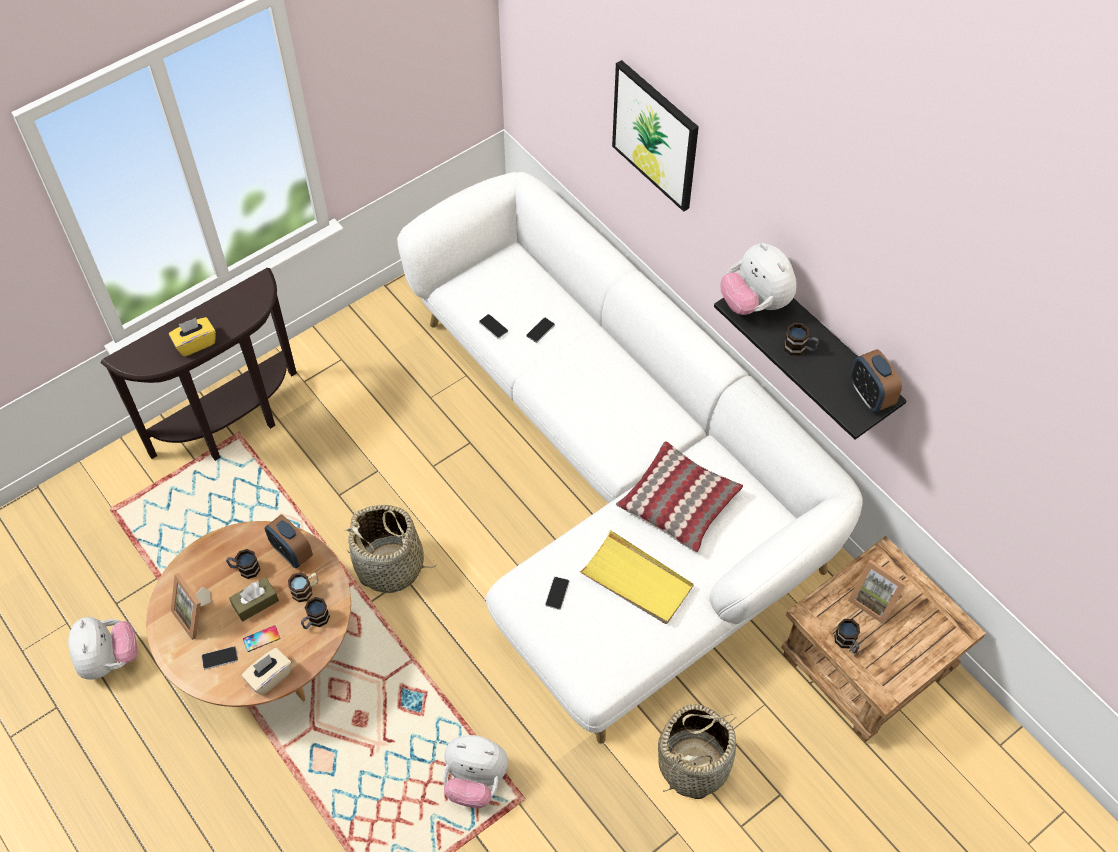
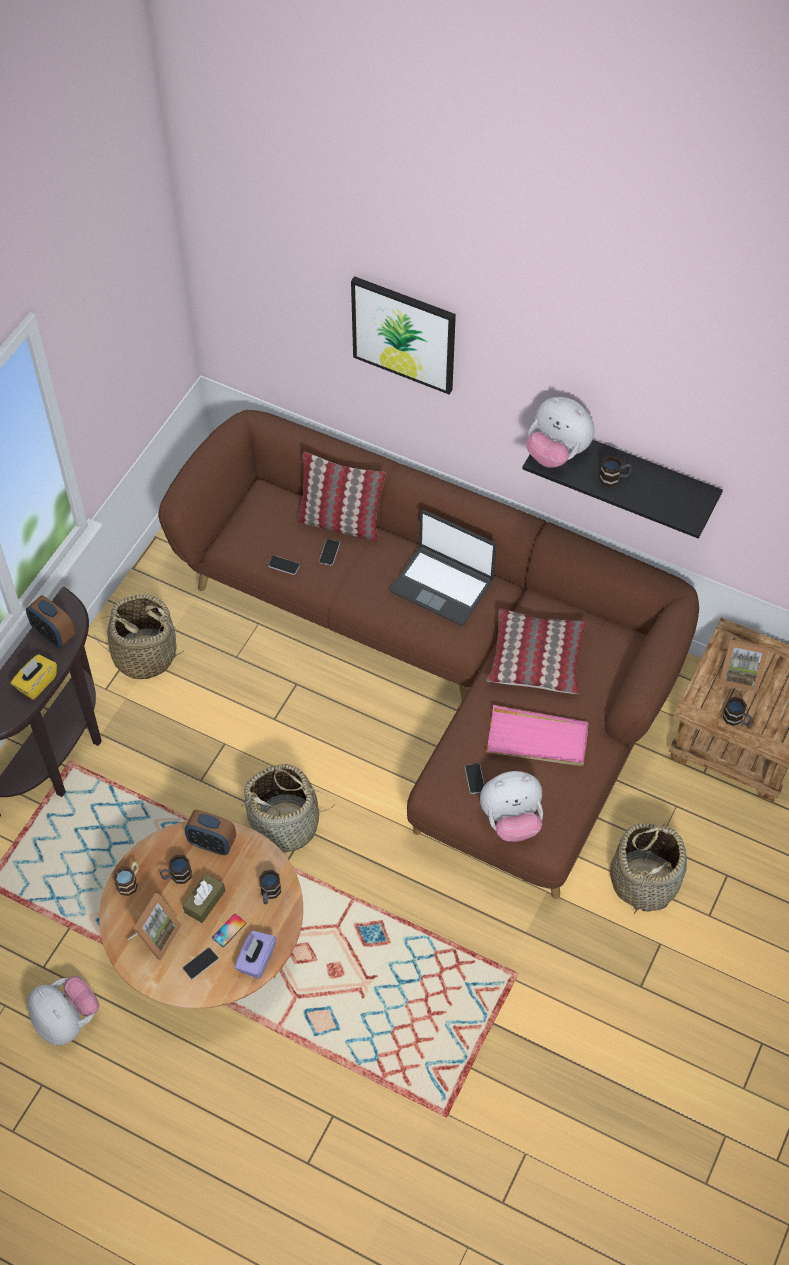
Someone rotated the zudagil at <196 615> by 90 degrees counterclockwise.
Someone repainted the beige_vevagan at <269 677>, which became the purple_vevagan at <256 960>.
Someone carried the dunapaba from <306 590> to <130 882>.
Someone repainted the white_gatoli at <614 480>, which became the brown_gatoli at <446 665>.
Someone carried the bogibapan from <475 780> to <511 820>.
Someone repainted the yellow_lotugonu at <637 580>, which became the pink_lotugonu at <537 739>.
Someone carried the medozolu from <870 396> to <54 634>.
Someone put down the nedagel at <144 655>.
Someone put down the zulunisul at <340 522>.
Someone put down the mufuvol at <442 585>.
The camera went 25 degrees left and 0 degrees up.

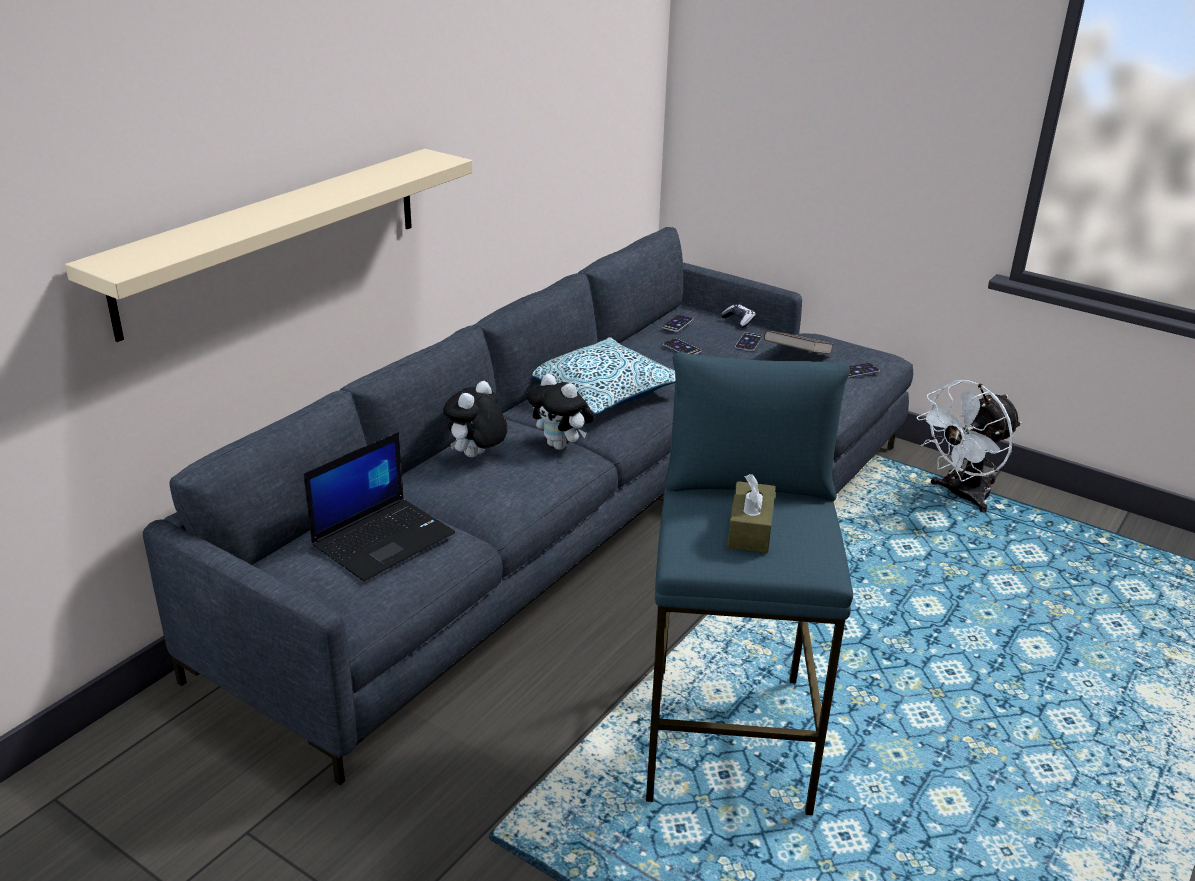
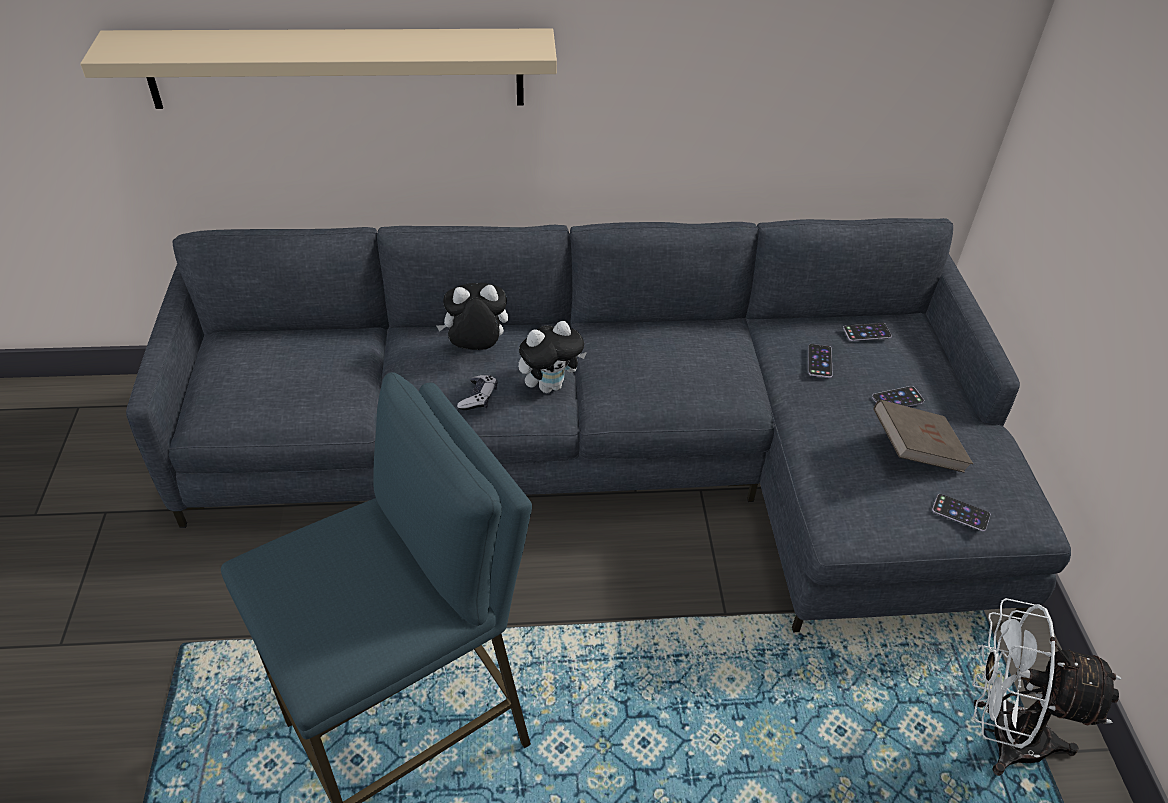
Someone took away the mufuvol at <384 538>.
Someone rotated the bogibapan at <561 446> by 120 degrees counterclockwise.
Someone took away the zulunisul at <603 391>.
Someone carried the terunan from <738 321> to <478 398>.
Someone took away the brown_vevagan at <750 530>.
The camera went 50 degrees right and 15 degrees up.

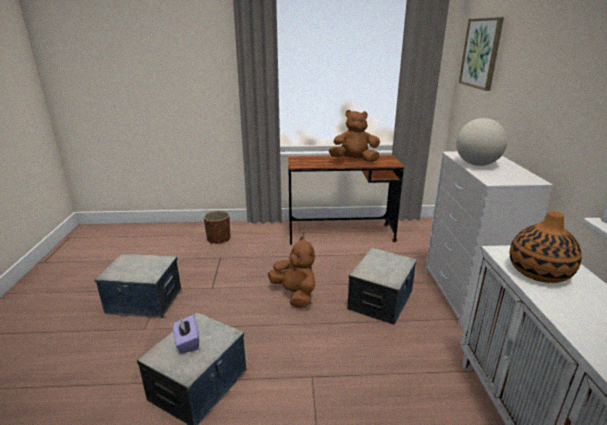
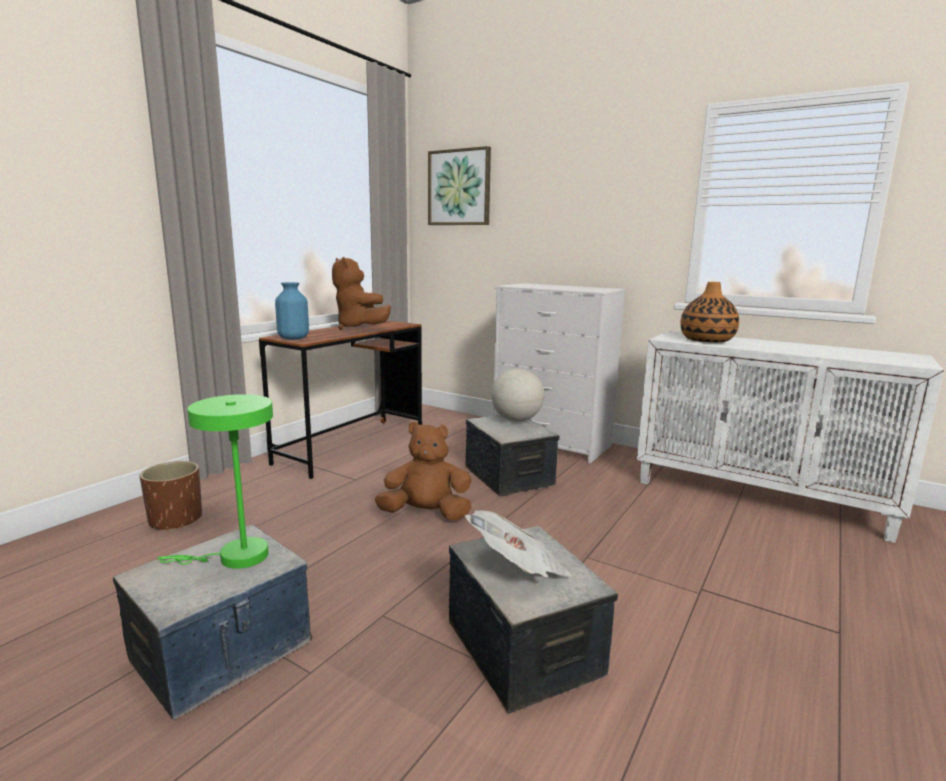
Someone swapped the purple_vevagan at <187 342> for the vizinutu at <518 569>.
Someone rotated the brown_bogibapan at <354 160> by 75 degrees counterclockwise.
Someone carried the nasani from <477 164> to <516 420>.
Someone put down the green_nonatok at <235 557>.
Someone put down the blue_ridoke at <293 338>.
The camera went 55 degrees left and 10 degrees down.

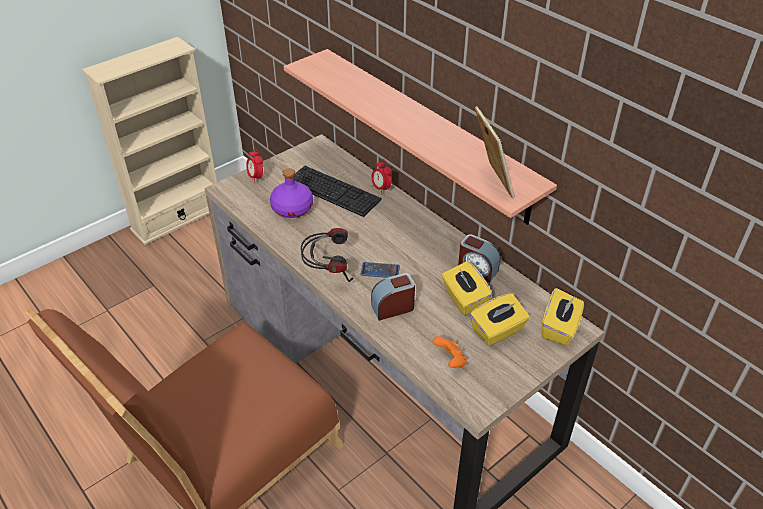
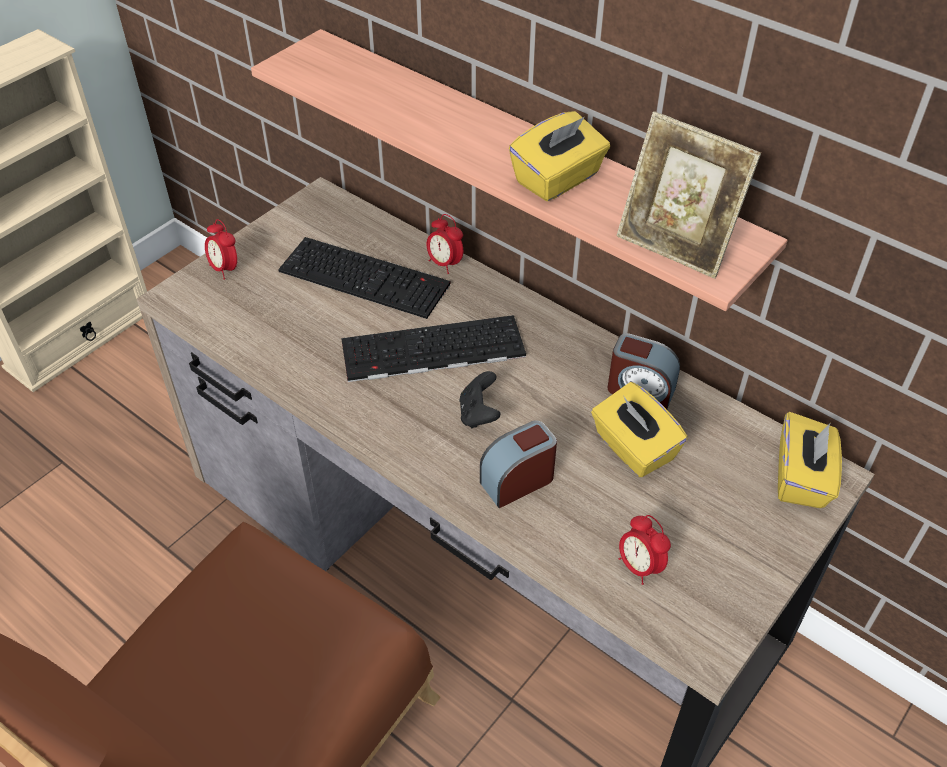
Someone took away the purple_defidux at <293 208>.
Someone took away the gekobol at <328 272>.
Someone swapped the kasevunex at <380 270> for the black_terunan at <479 414>.
Someone swapped the orange_terunan at <450 361> for the medozolu at <639 566>.
Someone carried the yellow_vevagan from <497 331> to <558 179>.
Someone rotated the zudagil at <491 181> by 150 degrees clockwise.
Someone put down the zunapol at <431 351>.
The camera went 10 degrees left and 5 degrees up.

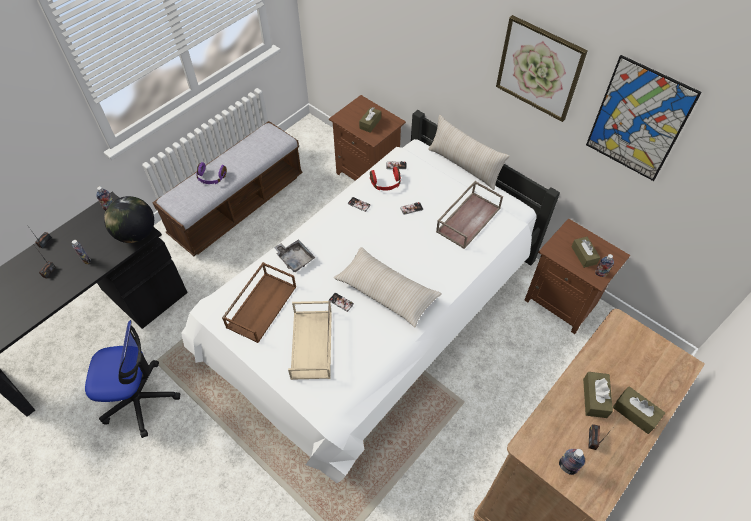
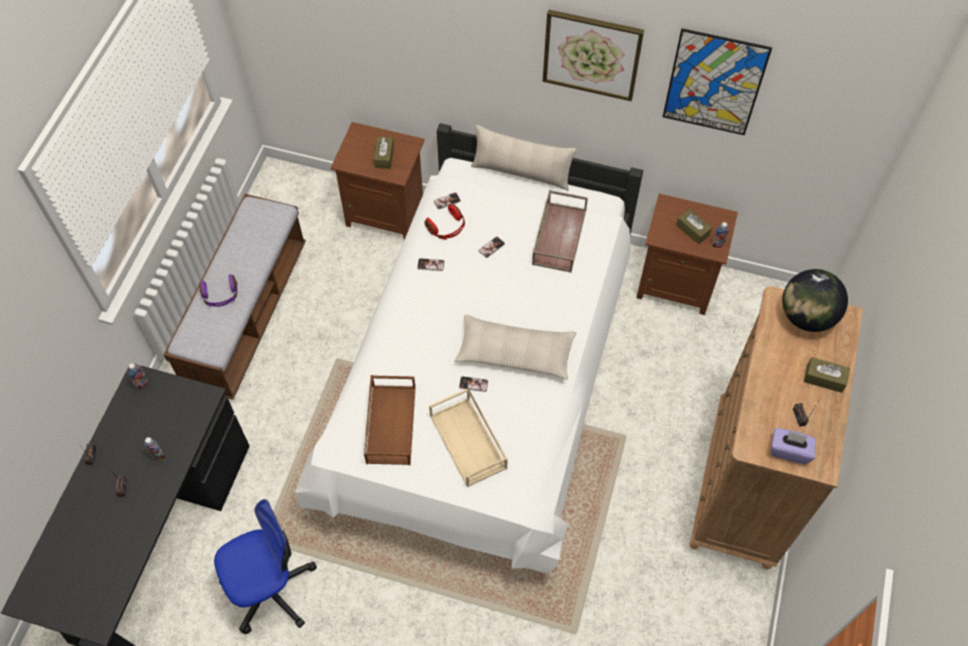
Someone carried the nasani from <136 234> to <806 316>.
Someone took away the grey_lotugonu at <295 258>.
Someone swapped the defidux at <567 467> for the purple_vevagan at <789 451>.
Someone took away the brown_vevagan at <595 398>.
The camera went 25 degrees left and 5 degrees up.

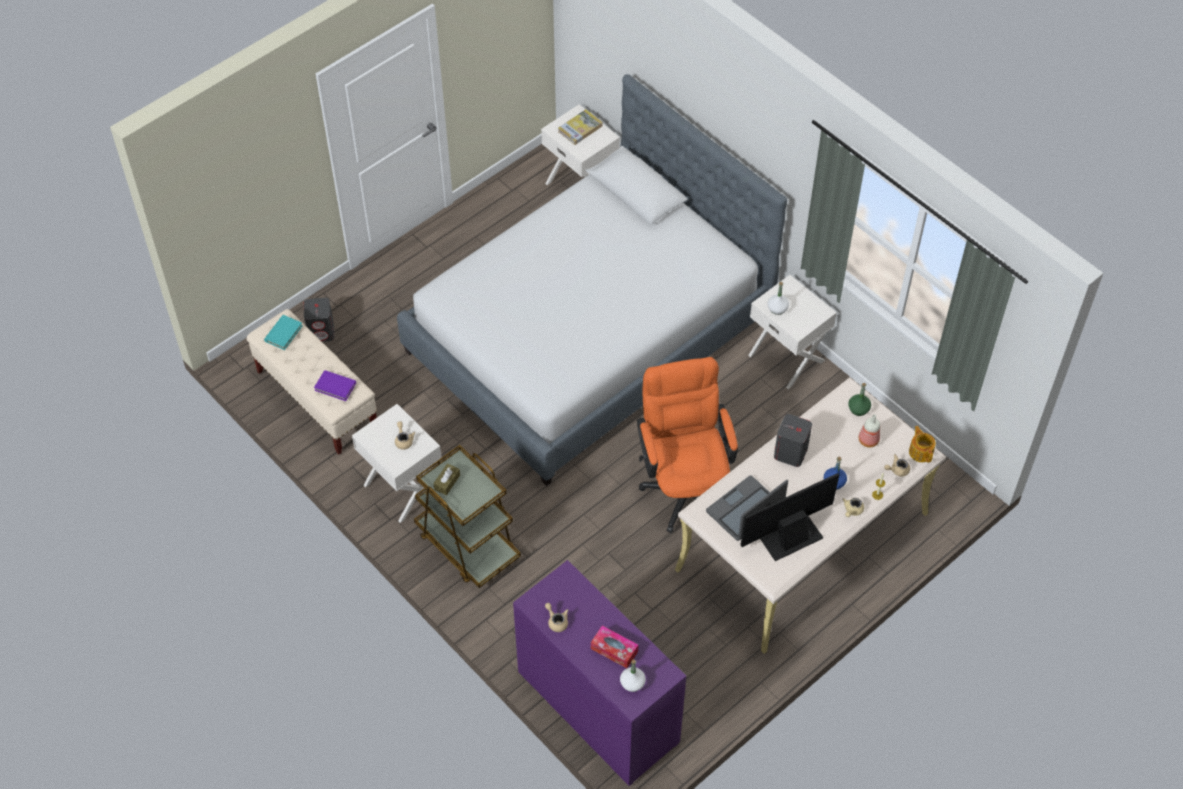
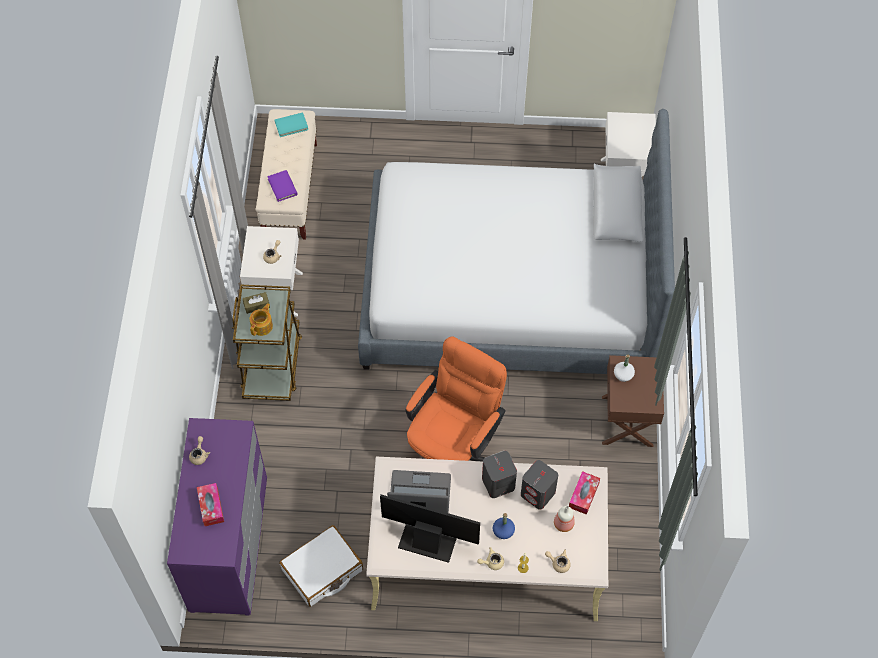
Someone carried the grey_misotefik from <321 332> to <538 493>.
Someone took away the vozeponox at <580 128>.
Someone took away the white_defidux at <632 683>.
Someone repainted the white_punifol at <787 357>, which became the brown_punifol at <628 421>.
Someone swapped the green_defidux at <858 409> for the vevagan at <583 495>.
Someone carried the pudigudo from <921 451> to <262 326>.
Someone put down the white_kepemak at <322 570>.
The camera went 45 degrees right and 5 degrees up.

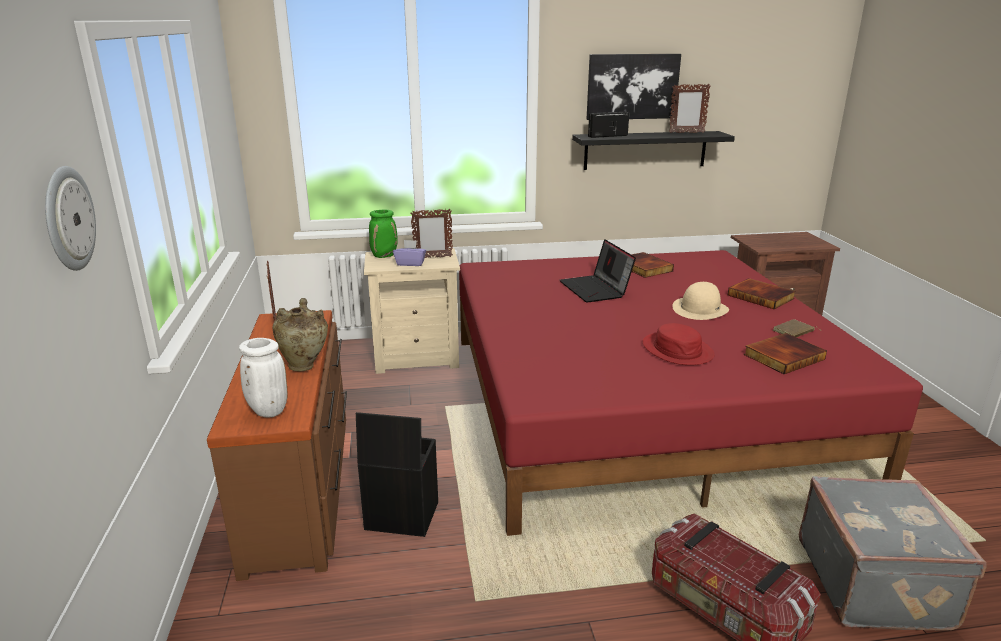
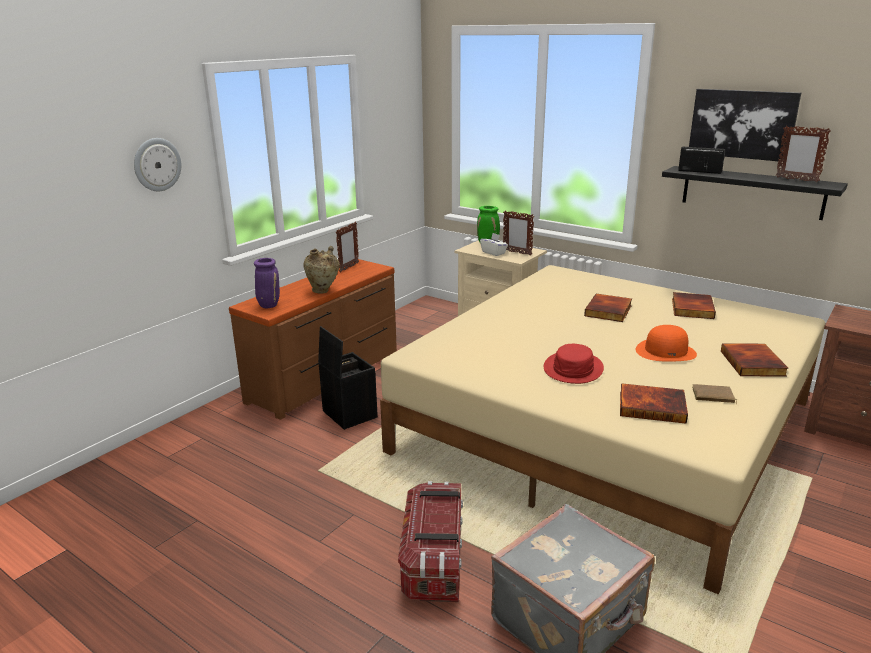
Someone repainted the white_ridoke at <267 411>, which became the purple_ridoke at <269 305>.
Someone repainted the purple_vevagan at <410 263>, which became the white_vevagan at <493 253>.
Someone repainted the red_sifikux at <638 405>, which became the beige_sifikux at <606 427>.
Someone swapped the mufuvol at <596 289> for the vozeponox at <609 311>.
Someone repainted the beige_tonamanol at <700 309>, which became the orange_tonamanol at <666 351>.
The camera went 45 degrees right and 0 degrees up.

